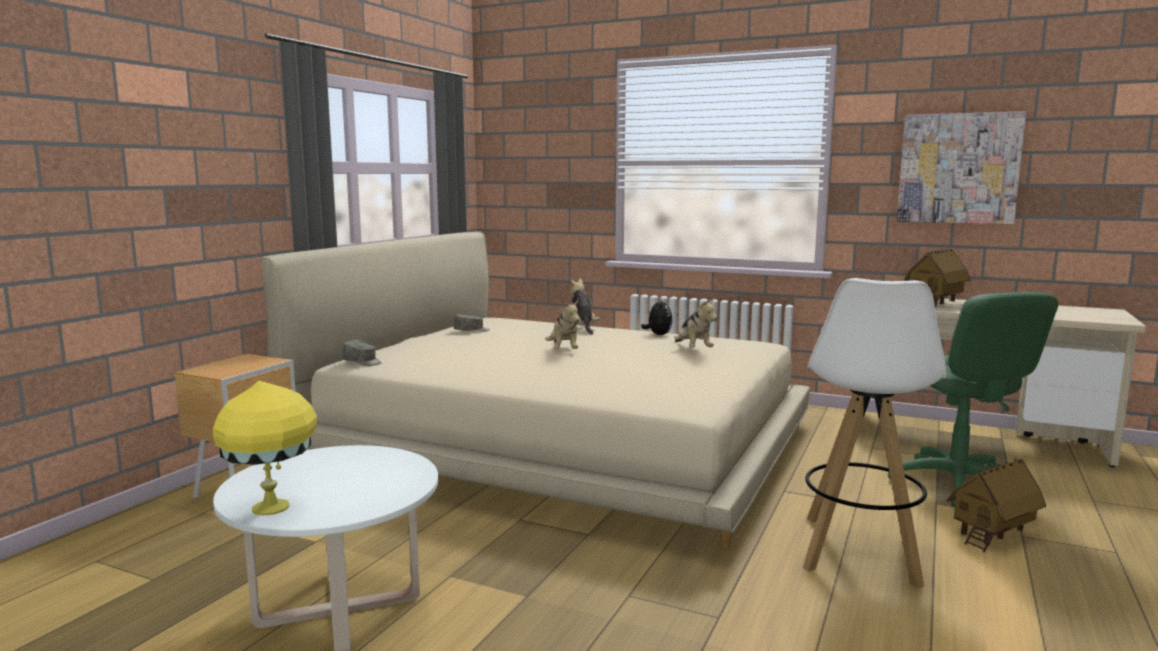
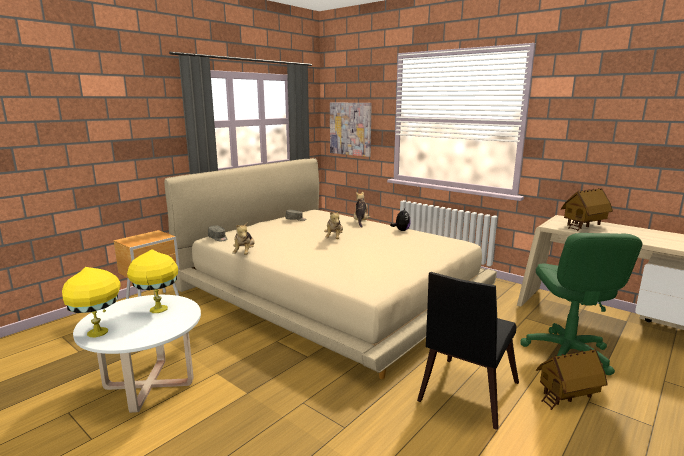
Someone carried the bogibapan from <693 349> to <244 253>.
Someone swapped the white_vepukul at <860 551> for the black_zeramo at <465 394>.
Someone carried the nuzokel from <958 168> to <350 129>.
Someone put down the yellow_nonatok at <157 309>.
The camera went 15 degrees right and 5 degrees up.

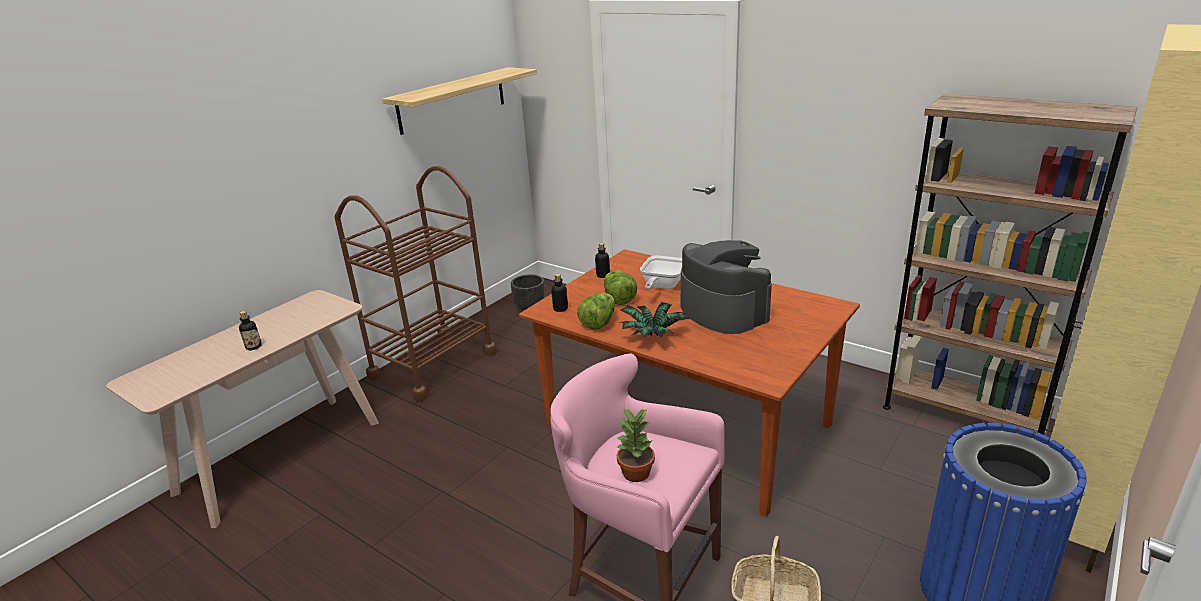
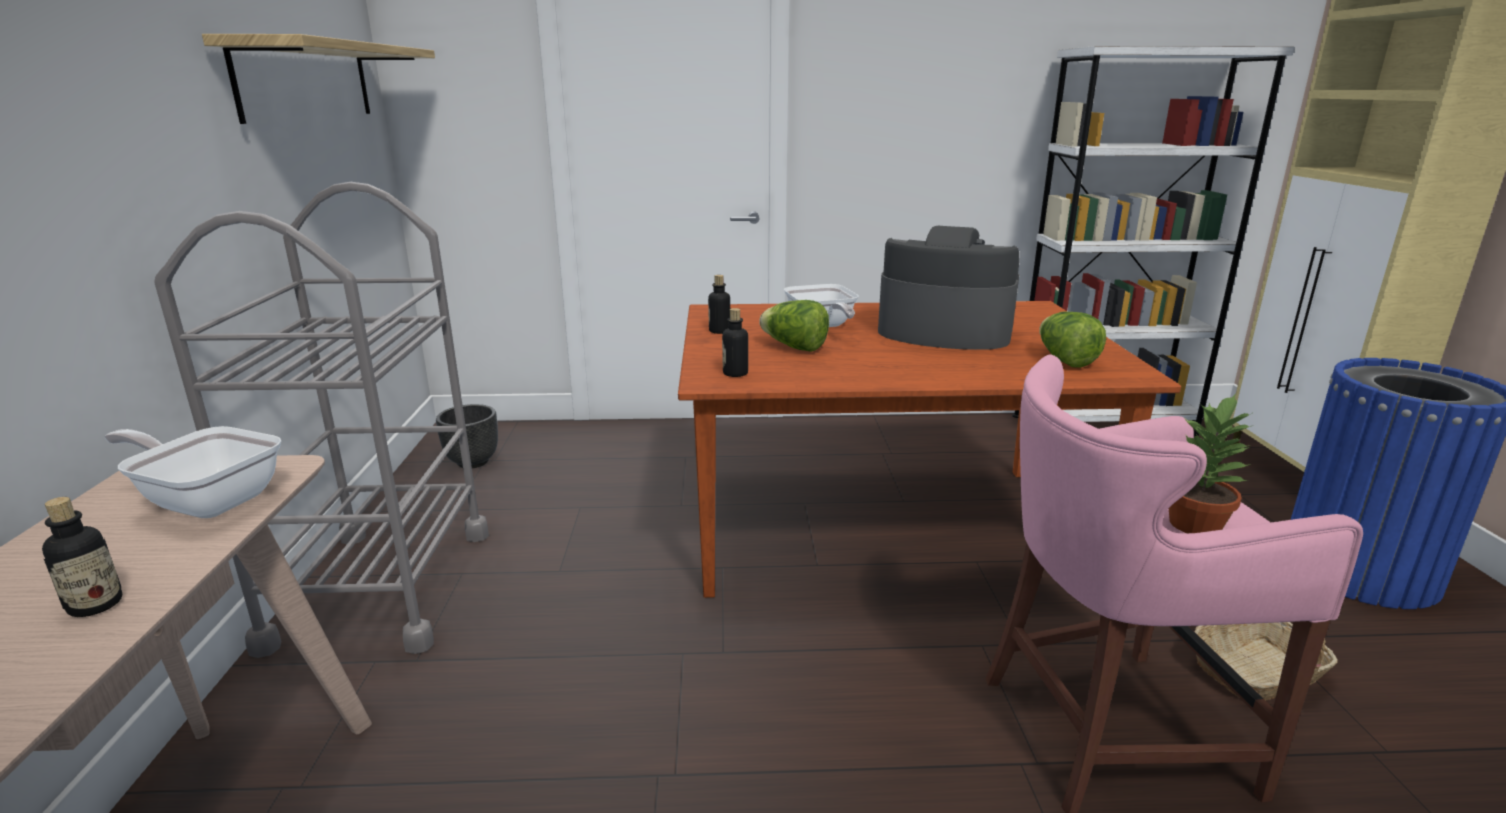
Someone repainted the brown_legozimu at <433 365>, which became the grey_legozimu at <382 587>.
Someone carried the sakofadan from <599 323> to <1065 360>.
Someone took away the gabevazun at <652 336>.
Someone repainted the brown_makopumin at <963 414>, which became the white_makopumin at <1102 427>.
Someone put down the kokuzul at <207 499>.
The camera went 40 degrees left and 5 degrees down.

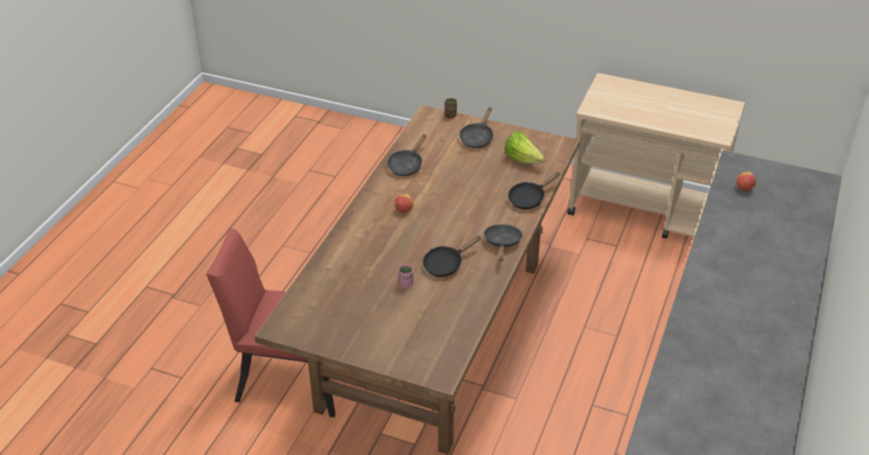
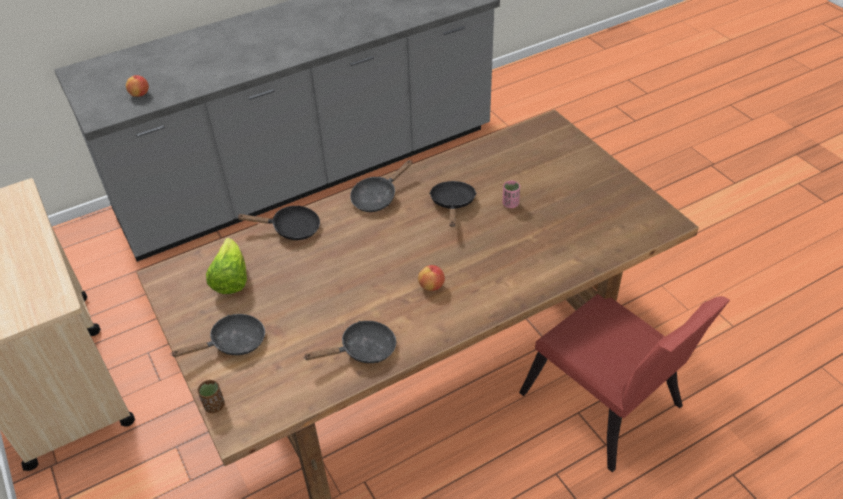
Someone rotated the black_kokuzul at <446 264> by 90 degrees counterclockwise.
The camera went 140 degrees left and 5 degrees up.

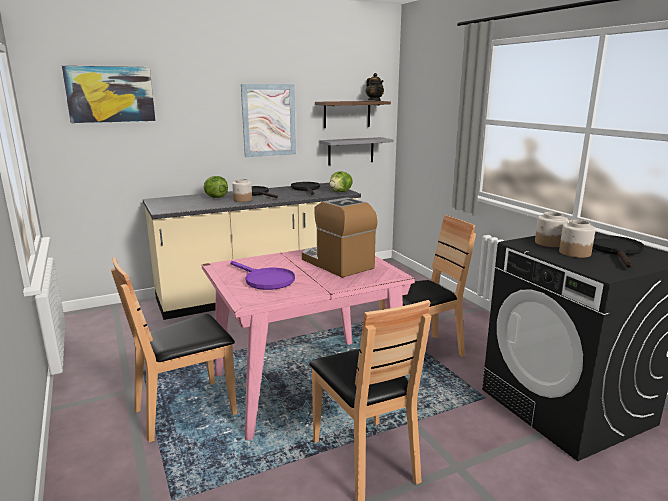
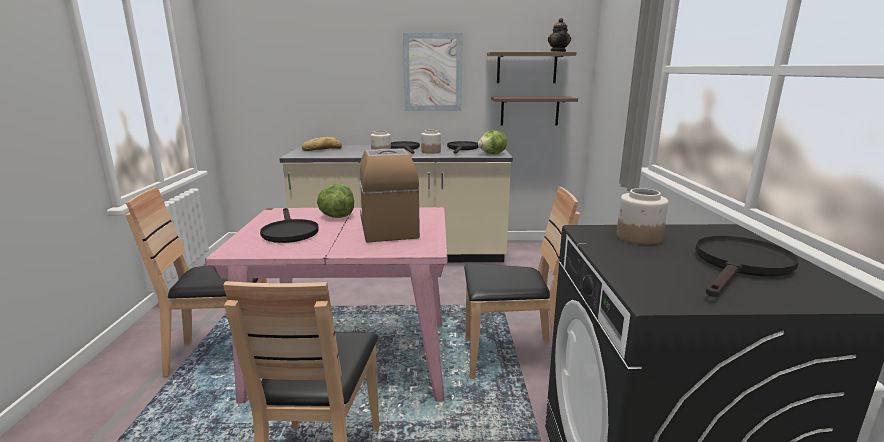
Someone took away the nuzokel at <110 94>.
Someone carried the sakofadan from <215 197> to <337 216>.
Someone repainted the purple_kokuzul at <265 280>, which became the black_kokuzul at <289 232>.
Someone repainted the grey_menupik at <351 151>, which became the brown_menupik at <529 111>.
Someone carried the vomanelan from <574 253> to <431 151>.
Someone put down the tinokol at <322 149>.
The camera went 25 degrees right and 0 degrees up.

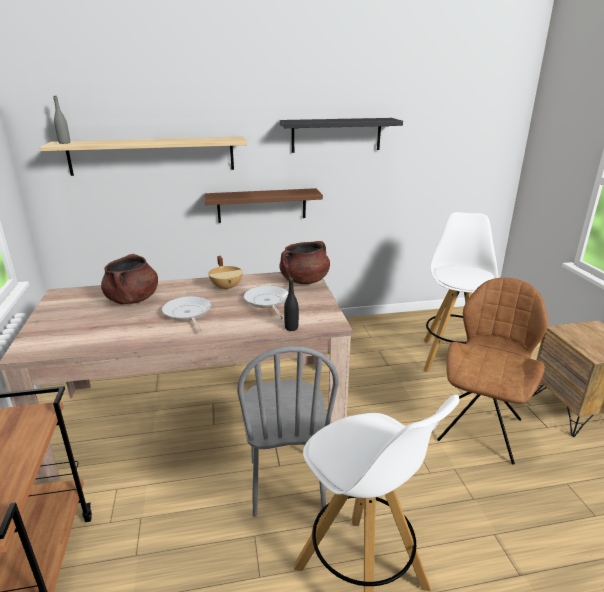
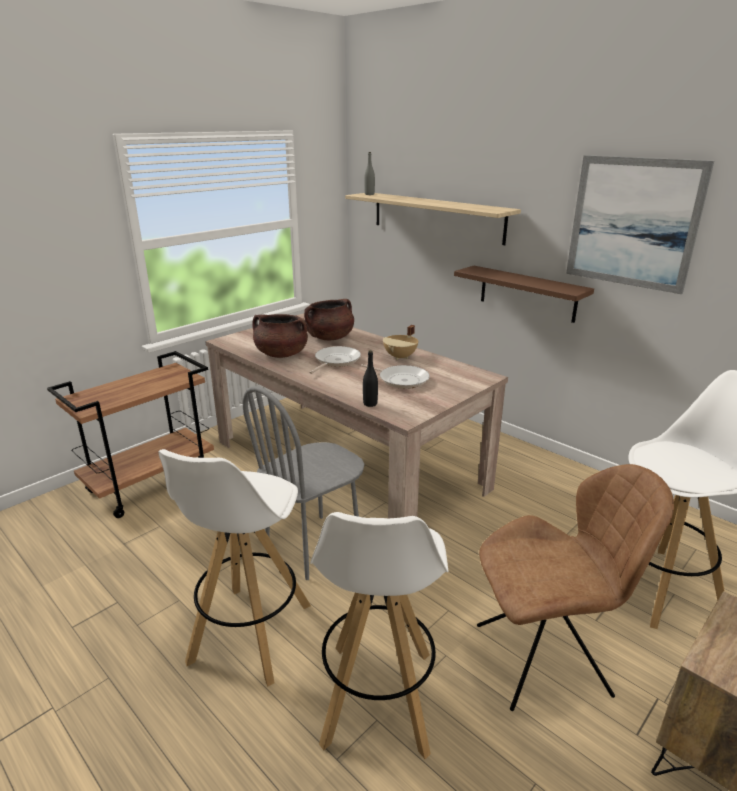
Someone rotated the kokuzul at <267 302> by 90 degrees clockwise.
Someone carried the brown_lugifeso from <304 281> to <281 354>.
Someone swapped the black_menupik at <336 135> for the nuzokel at <632 223>.
Someone put down the white_vepukul at <378 698>.
The camera went 55 degrees right and 0 degrees up.

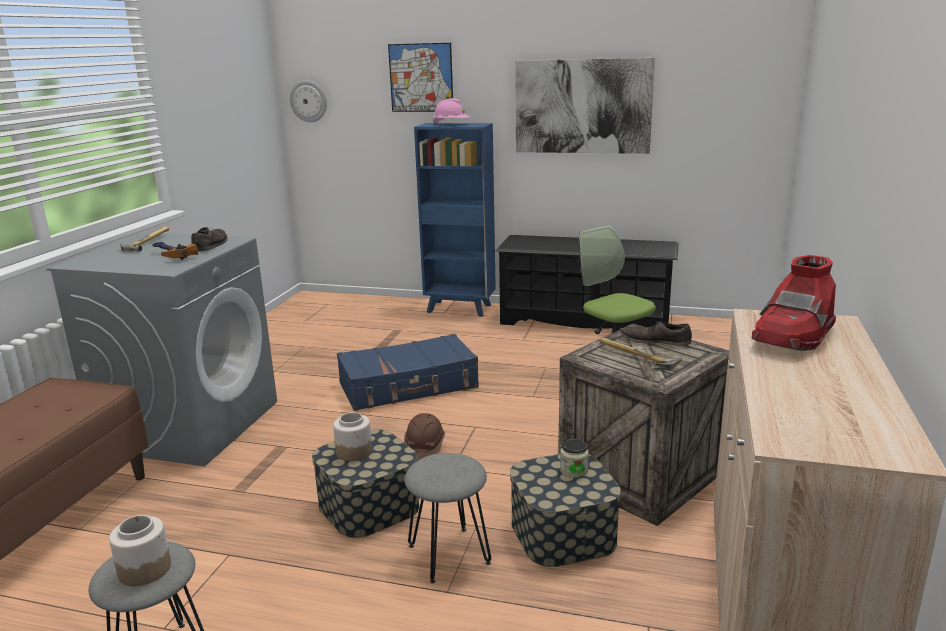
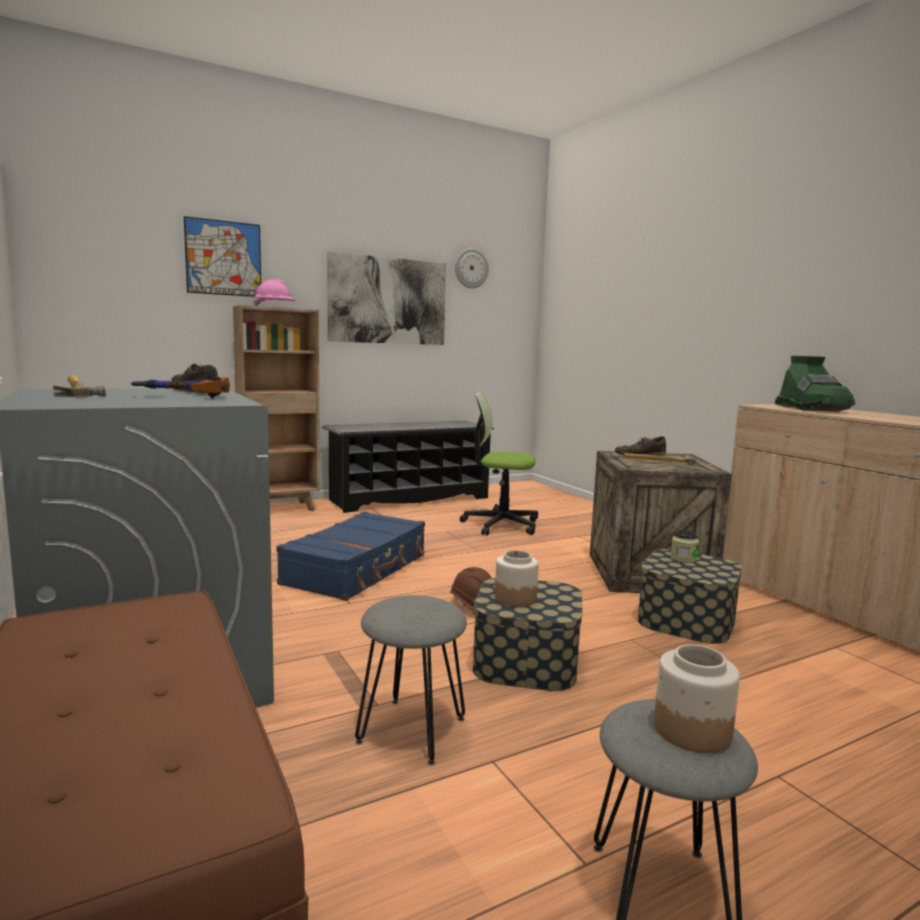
Someone carried the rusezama from <309 101> to <471 268>.
Someone carried the grey_vepukul from <448 554> to <411 730>.
Someone repainted the blue_makopumin at <460 309>, which became the brown_makopumin at <280 509>.
Someone repainted the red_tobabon at <793 337>, which became the green_tobabon at <812 409>.
The camera went 45 degrees left and 10 degrees down.

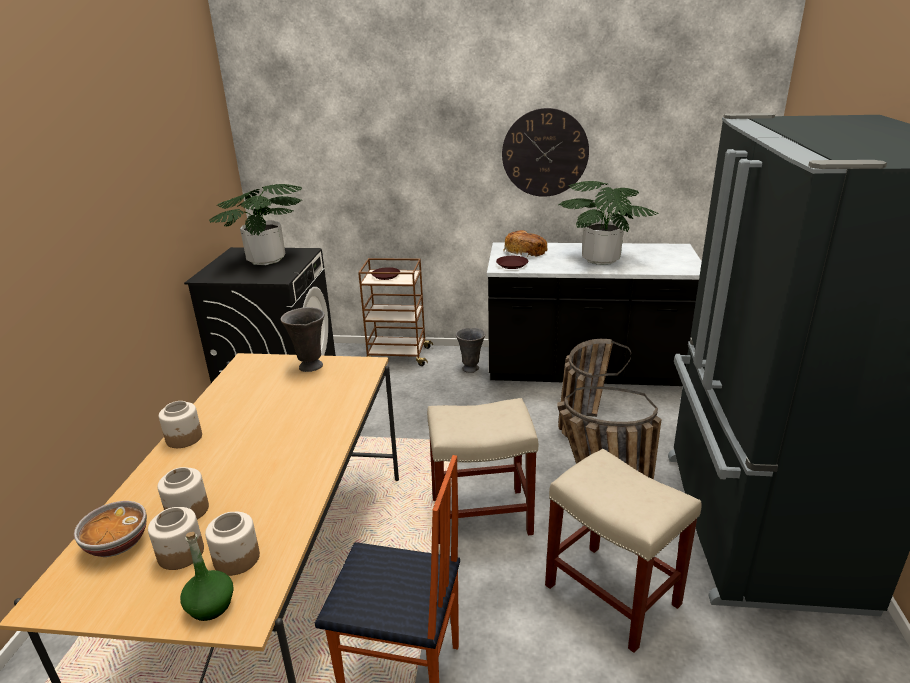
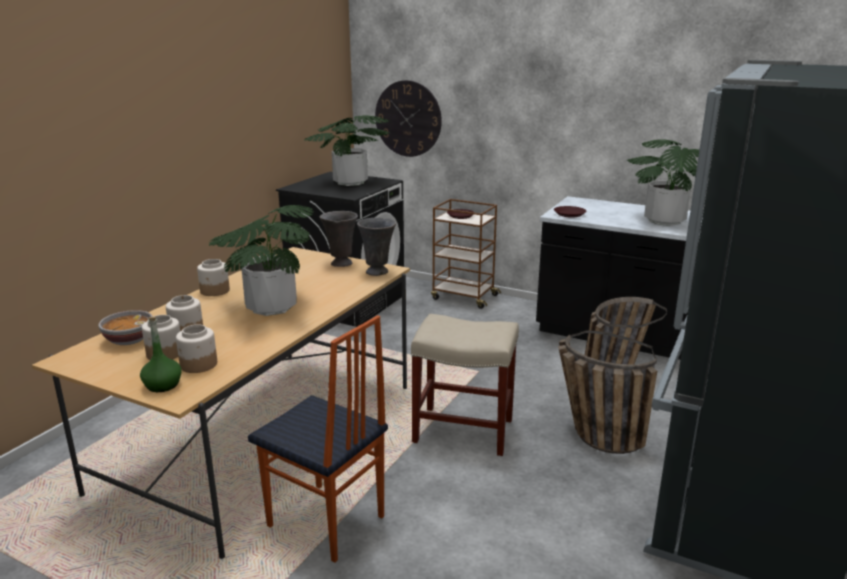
Someone carried the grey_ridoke from <471 369> to <378 272>.
Someone carried the rusezama from <545 153> to <408 118>.
Someone took away the tinokol at <525 251>.
Someone took away the beige_vepukul at <614 595>.
Someone put down the gabevazun at <271 307>.
The camera went 20 degrees right and 5 degrees down.

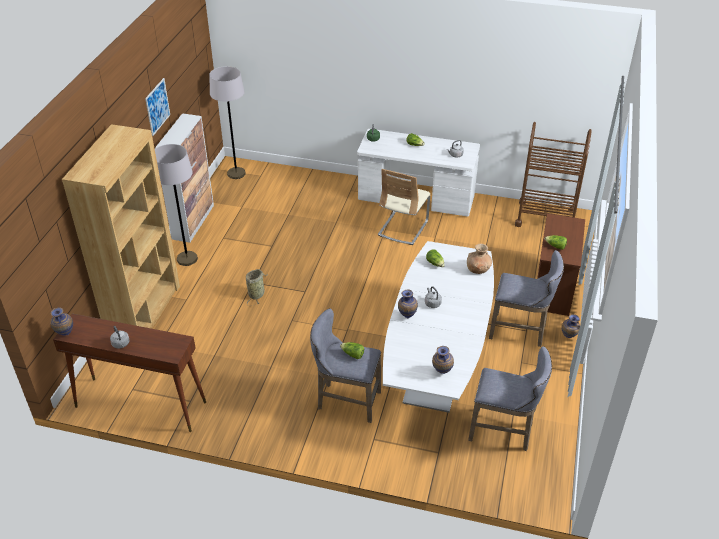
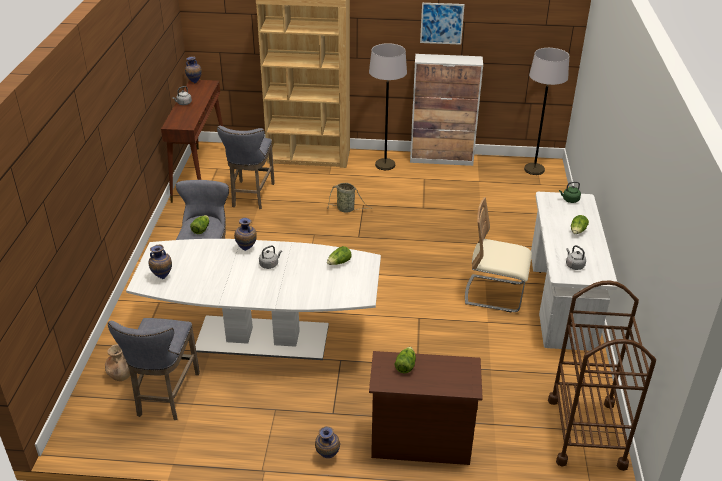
Someone carried the brown_ridoke from <478 269> to <121 374>.
Someone carried the grey_vepukul from <520 331> to <251 196>.
The camera went 80 degrees right and 5 degrees down.

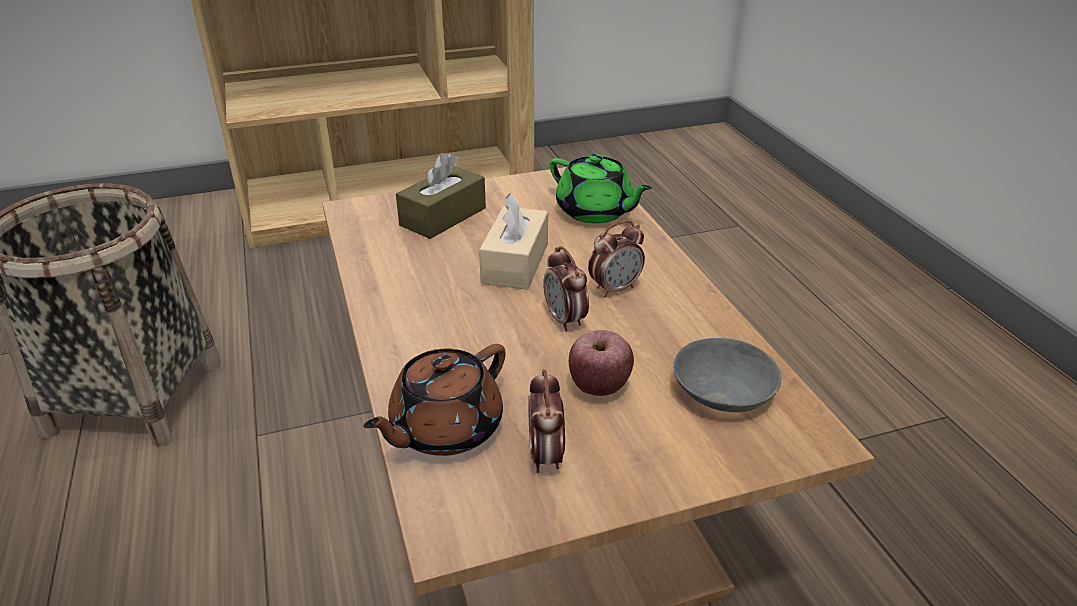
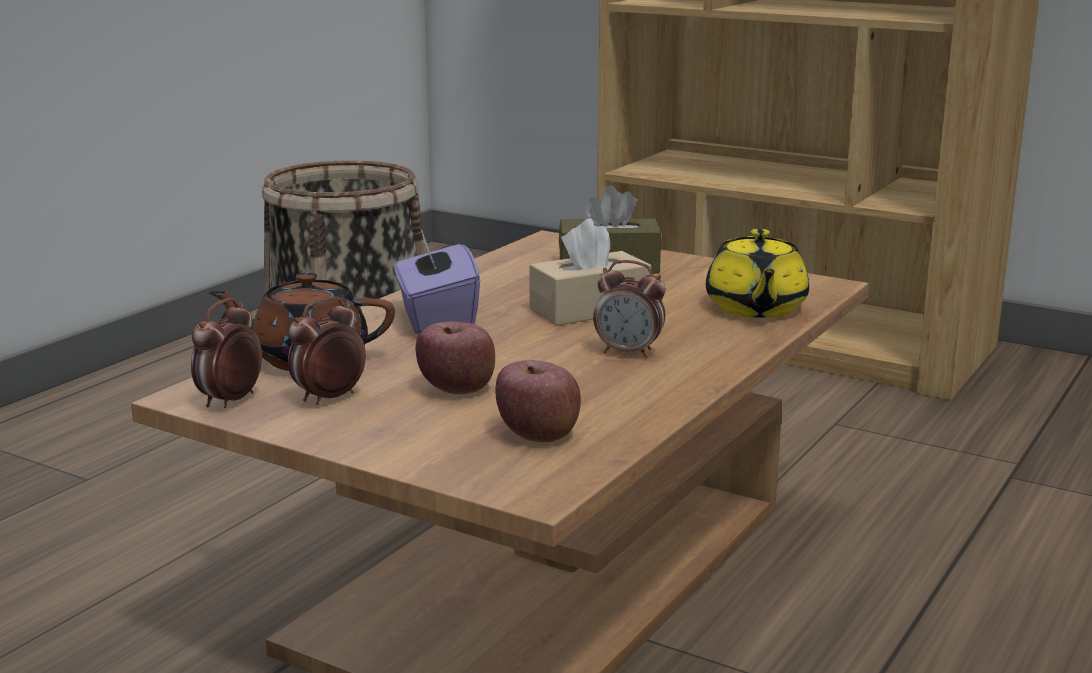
Someone carried the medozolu from <565 320> to <230 401>.
Someone repainted the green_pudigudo at <595 212>, which became the yellow_pudigudo at <755 308>.
Someone swapped the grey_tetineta at <721 393> for the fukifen at <537 435>.
Someone put down the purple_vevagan at <436 320>.
The camera went 50 degrees right and 15 degrees down.

